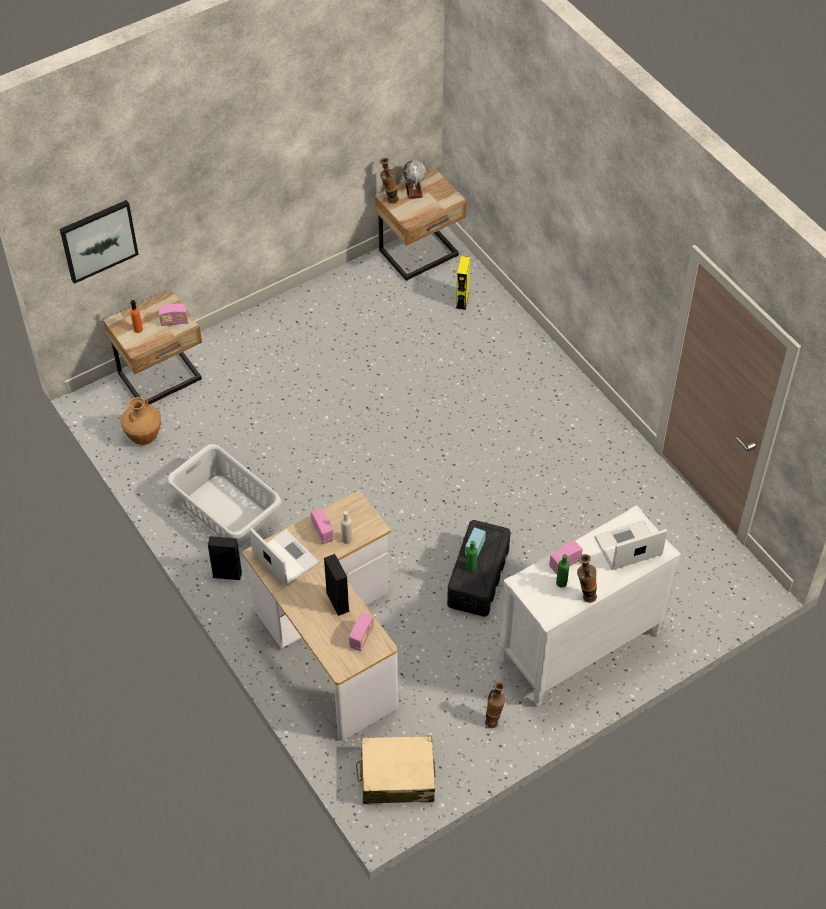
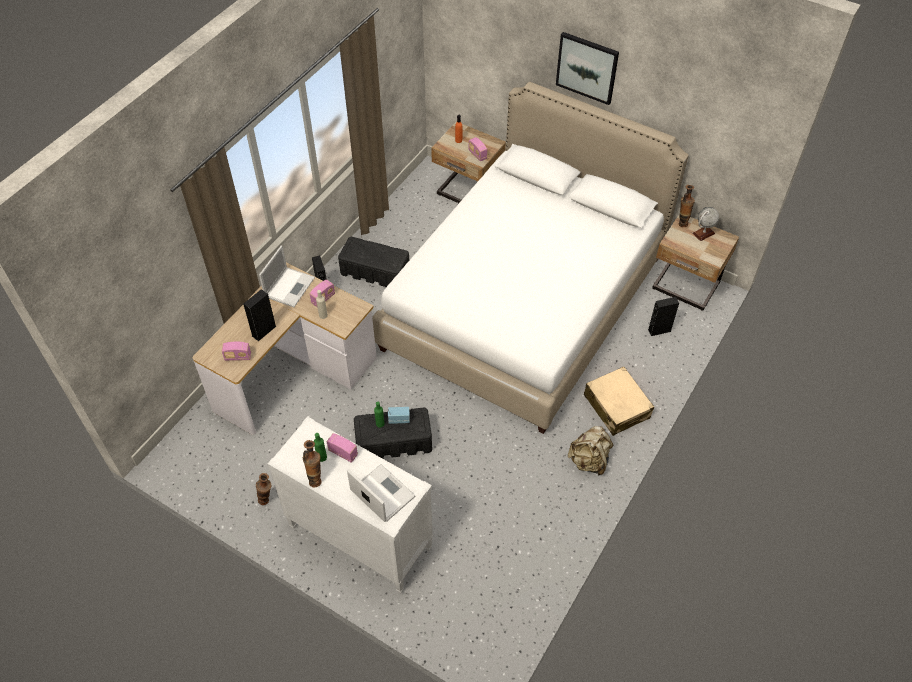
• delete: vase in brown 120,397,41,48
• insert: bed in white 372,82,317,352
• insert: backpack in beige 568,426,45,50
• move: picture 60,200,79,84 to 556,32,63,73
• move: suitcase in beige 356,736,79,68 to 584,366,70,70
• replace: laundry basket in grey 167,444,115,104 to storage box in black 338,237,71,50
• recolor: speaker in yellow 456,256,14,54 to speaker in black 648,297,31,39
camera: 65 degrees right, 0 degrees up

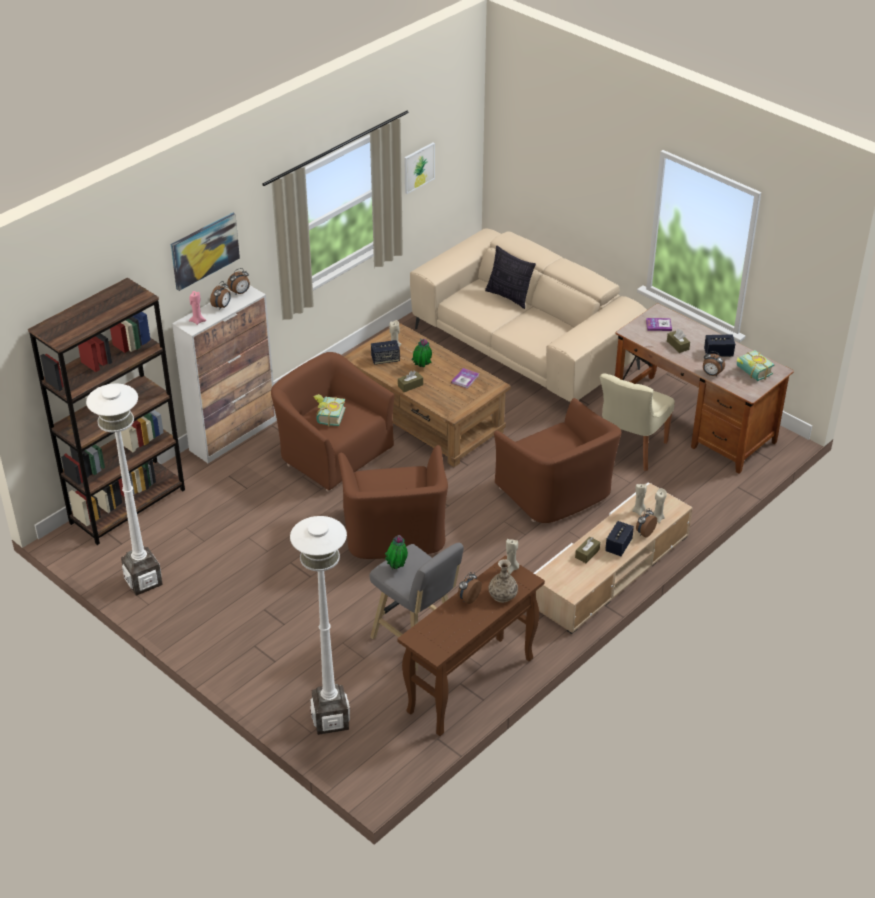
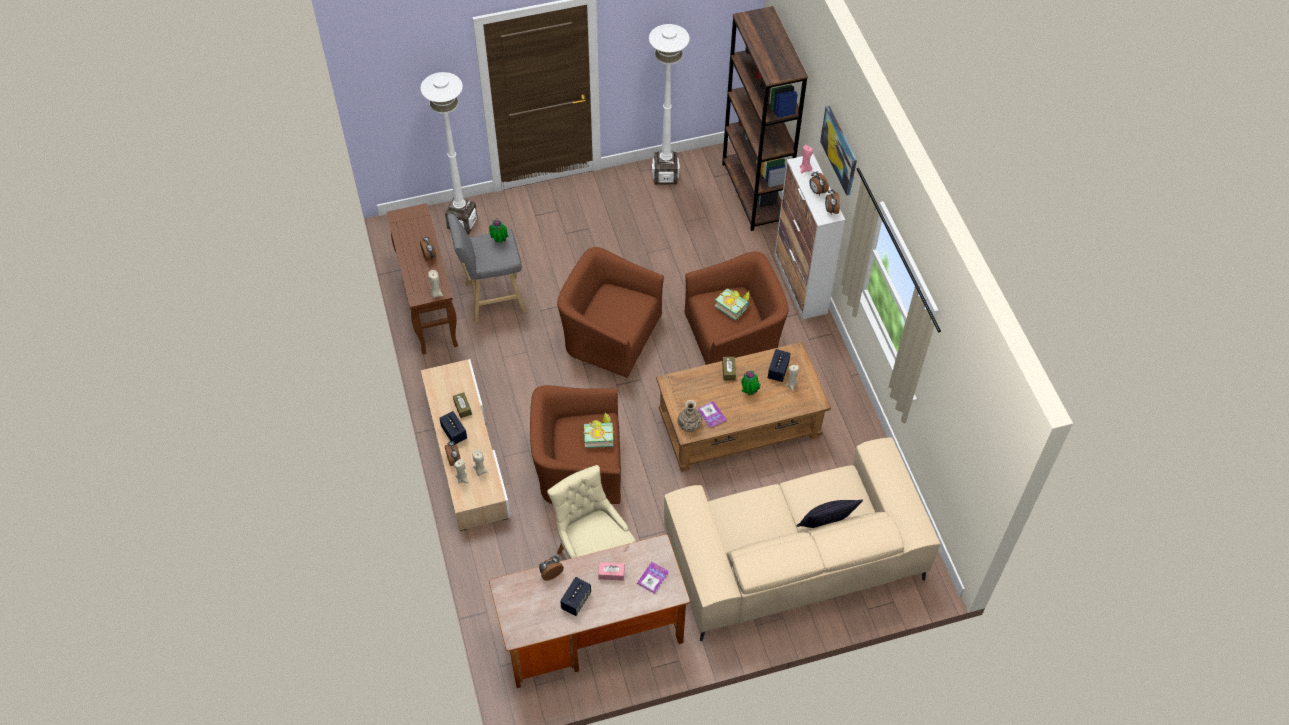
• delete: picture 404,142,31,52
• move: vase 488,559,30,44 to 677,400,25,32
• move: book 737,350,38,31 to 583,413,32,35
• recolor: tissue box in brown 667,329,23,24 to tissue box in pink 598,562,27,19
camera: 120 degrees right, 15 degrees up

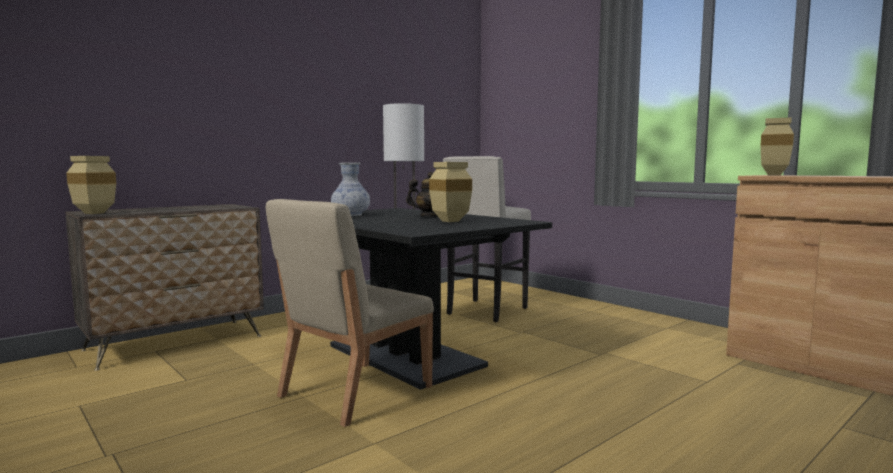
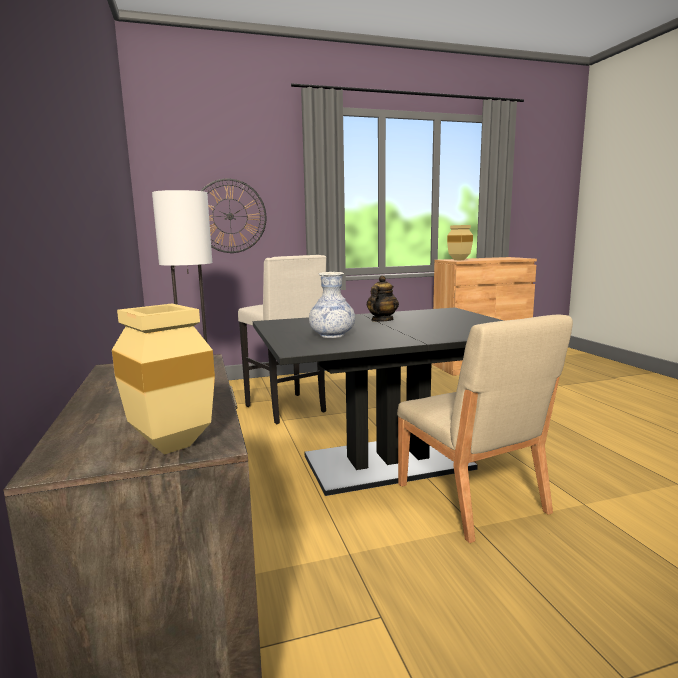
• delete: vase in beige 429,162,43,60
• insert: wall clock 201,178,65,75
camera: 65 degrees left, 5 degrees up

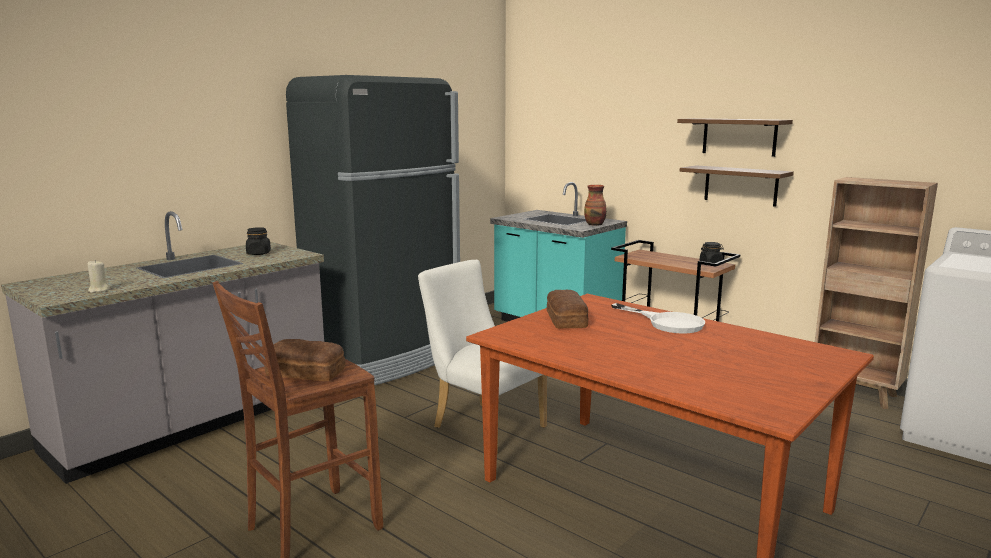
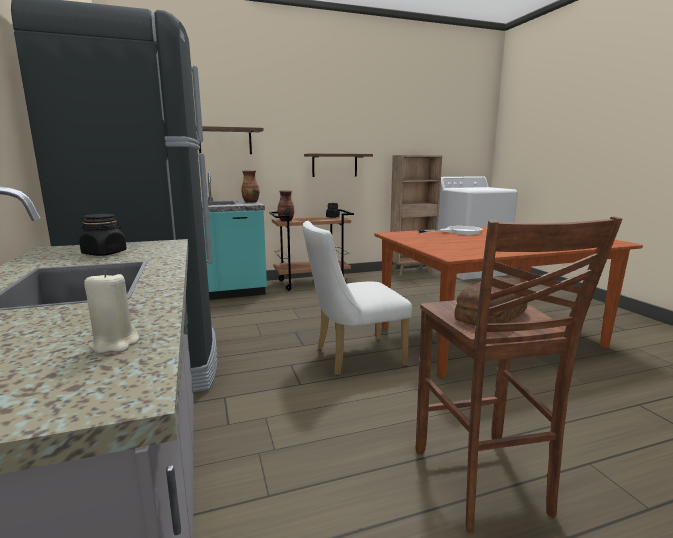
• delete: bread 547,290,41,38
• insert: vase 277,190,17,31
• move: shelf in brown 677,118,116,39 to 196,126,68,28
camera: 60 degrees left, 0 degrees up

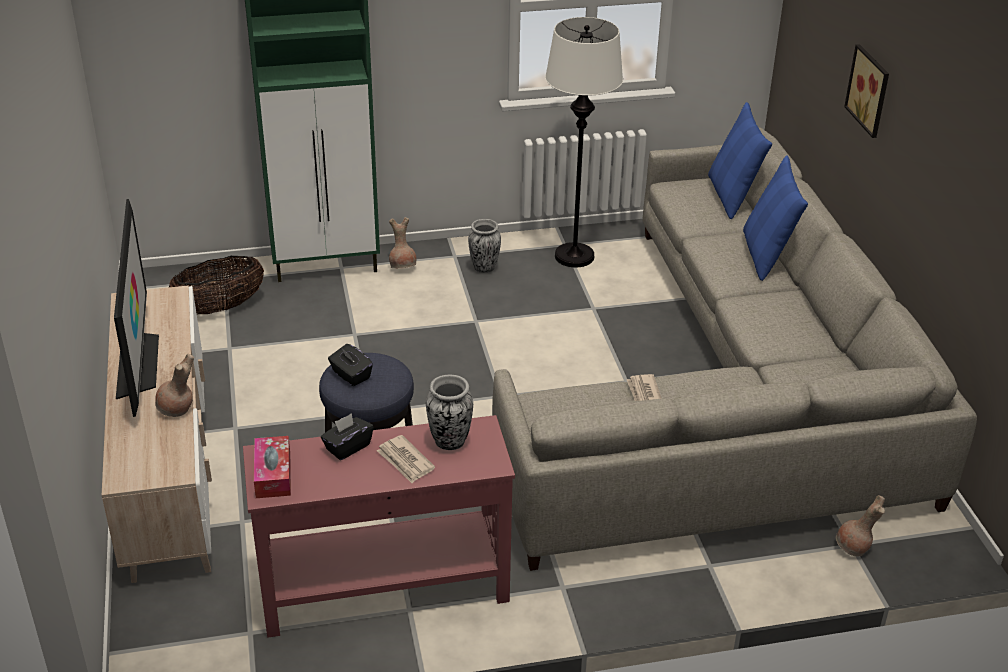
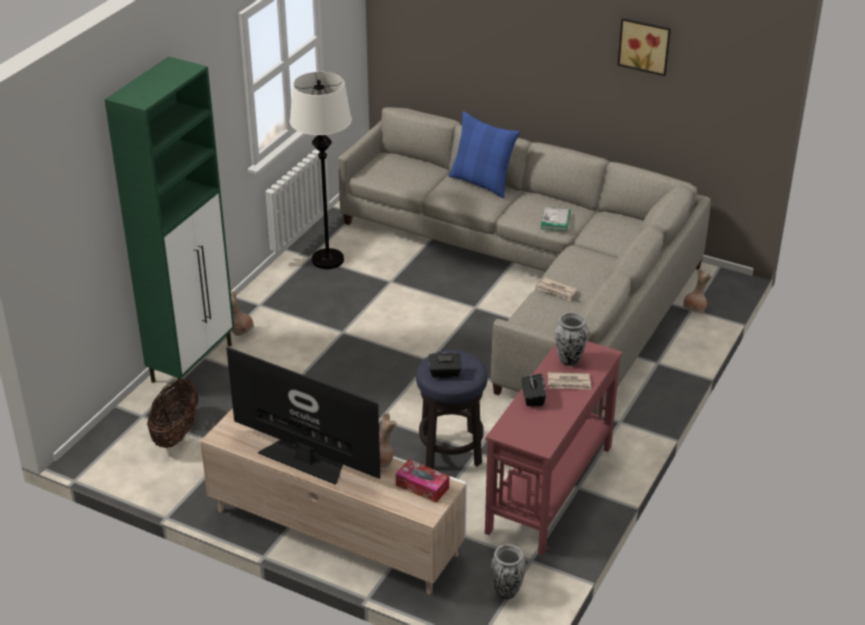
• delete: pillow in blue 708,102,64,117
• insert: book 541,207,30,25
• move: tissue box 254,436,37,62 to 396,459,53,44
• move: vase 468,219,33,54 to 491,544,35,55
• move: picture 844,44,45,94 to 617,18,54,58
camera: 50 degrees left, 0 degrees up

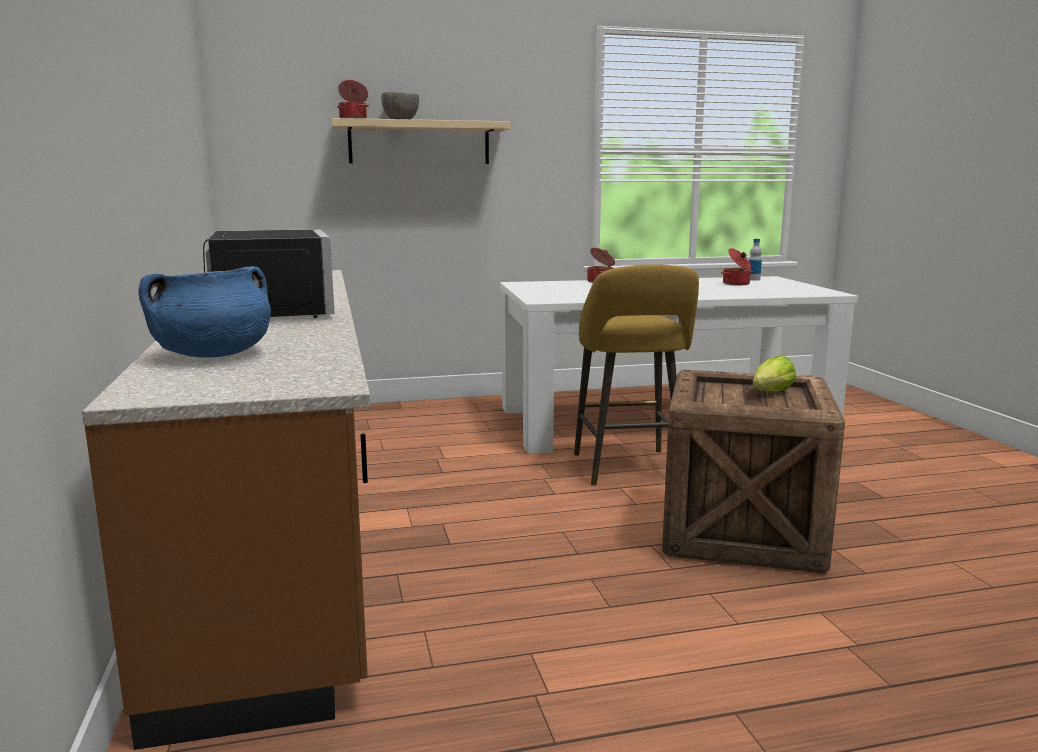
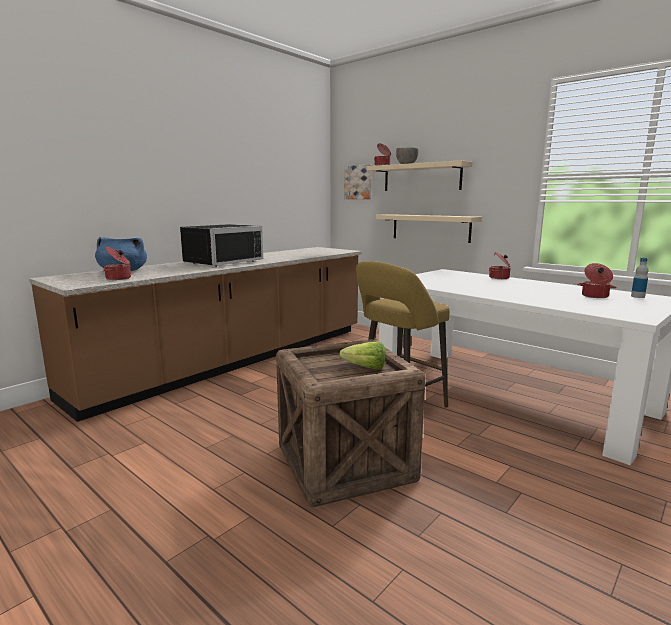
• insert: cooking pot 104,247,27,33
• insert: picture 344,165,28,34
• insert: shelf in beige 376,214,106,29
camera: 55 degrees right, 0 degrees up

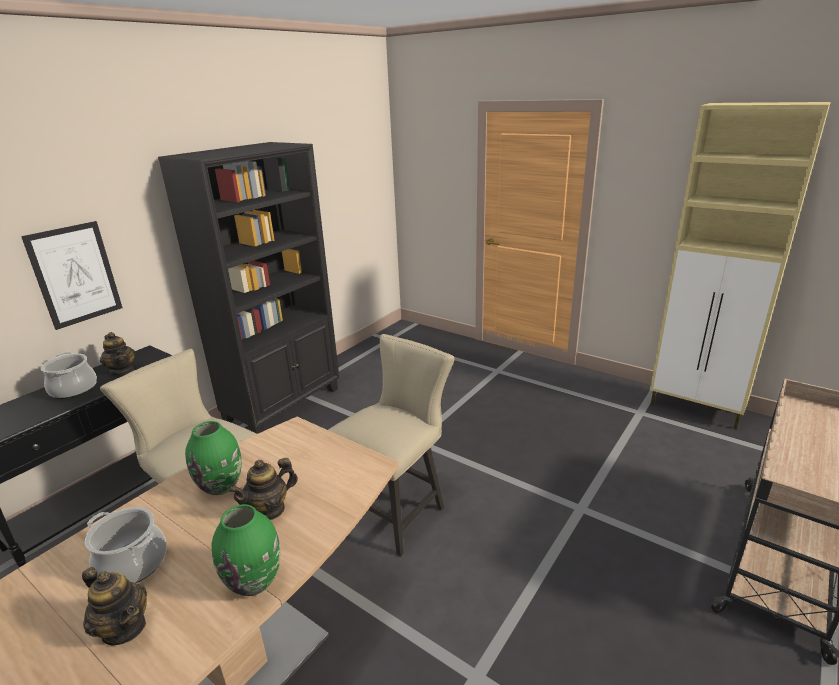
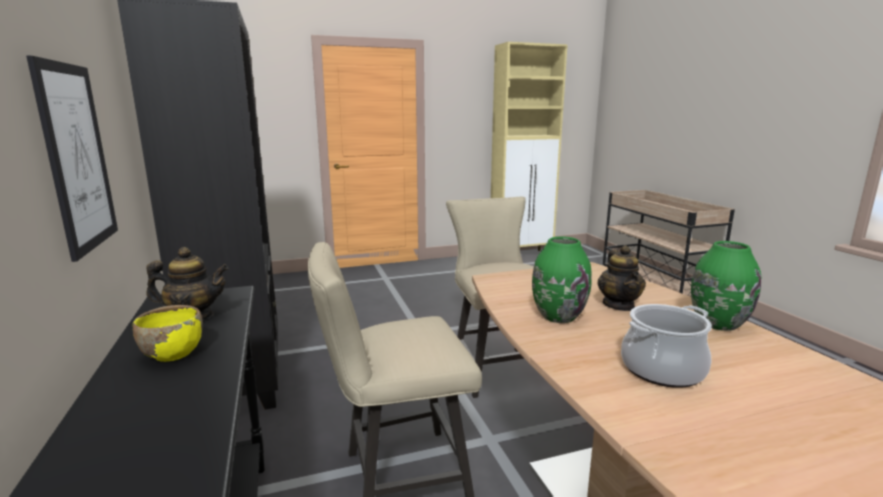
• delete: teapot 82,567,65,78
• replace: cooking pot 41,352,56,47 to bowl in yellow 133,305,70,57
camera: 55 degrees left, 10 degrees down

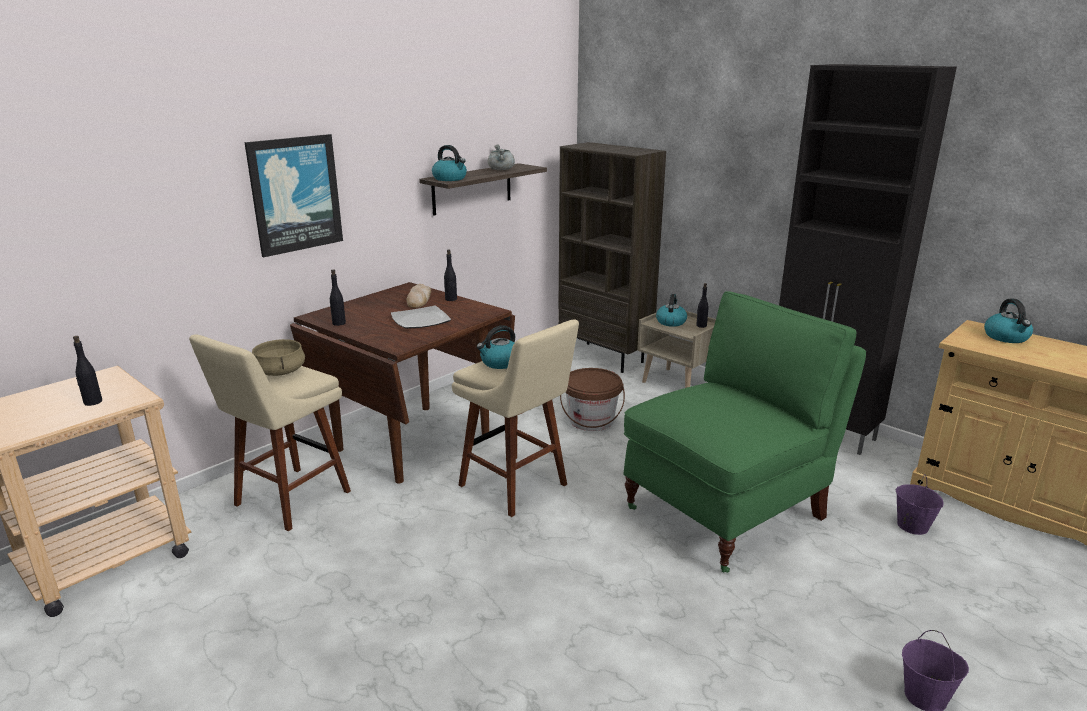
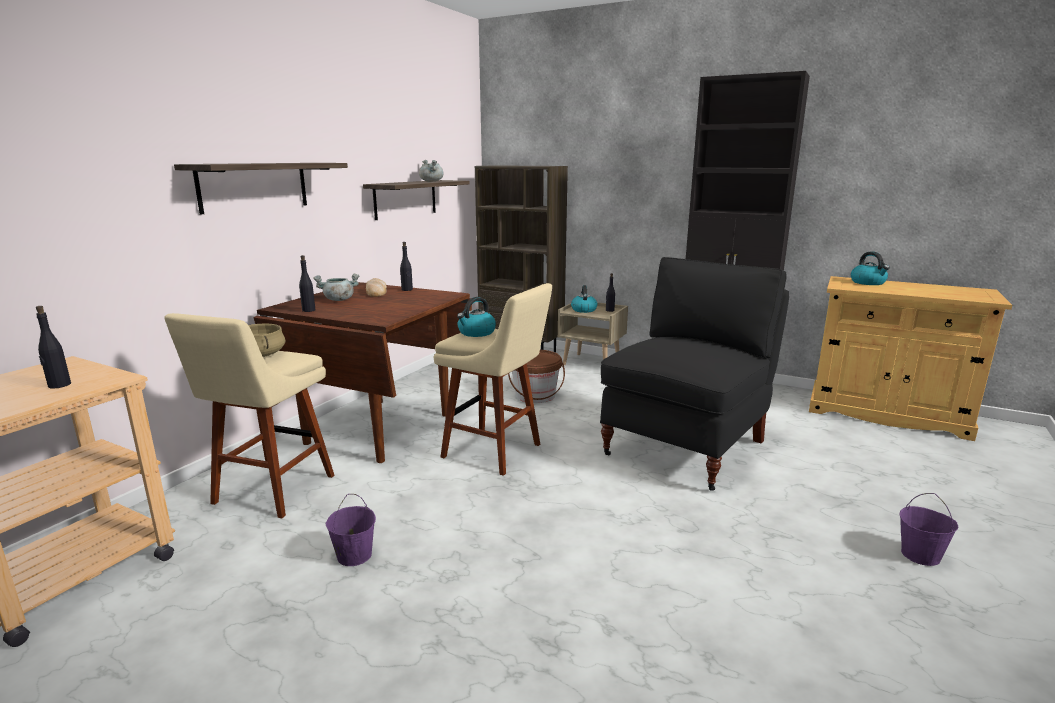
• delete: plate 391,306,60,23
• delete: kettle 432,145,35,36
• insert: cooking pot in grey 313,274,46,27
• move: bucket in purple 896,474,47,61 to 326,494,50,72
• replace: picture 244,134,99,123 to shelf 174,163,174,51
• recolor: chair in green 623,291,243,282 to chair in black 600,257,189,234
camera: 15 degrees left, 5 degrees down

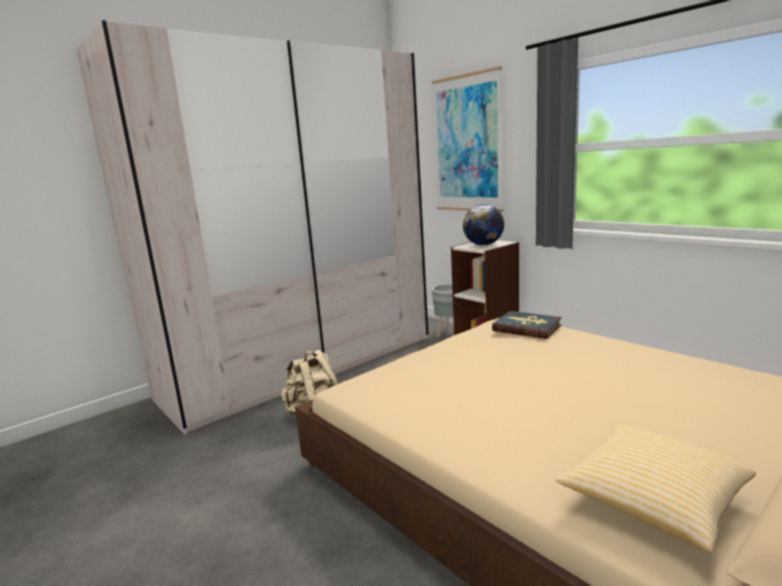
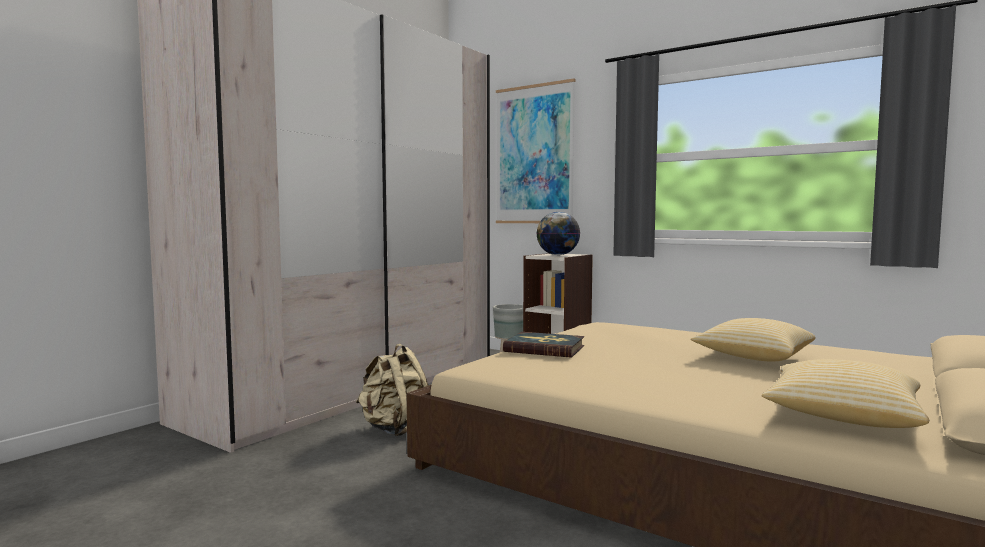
• insert: pillow 691,318,124,43
• move: book 492,311,70,28 to 503,332,81,26
camera: 15 degrees left, 10 degrees down

